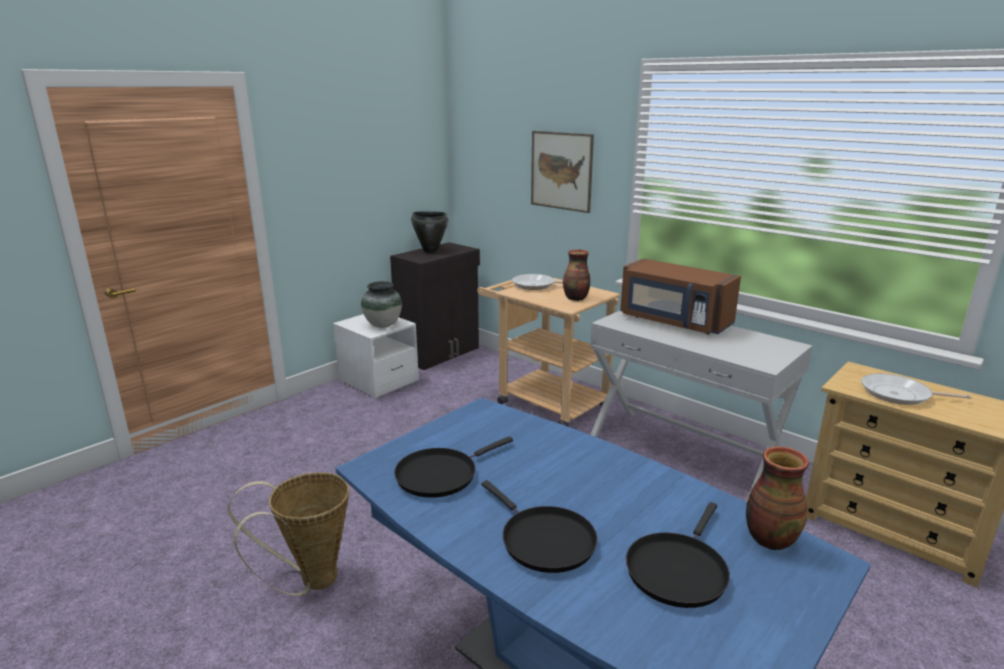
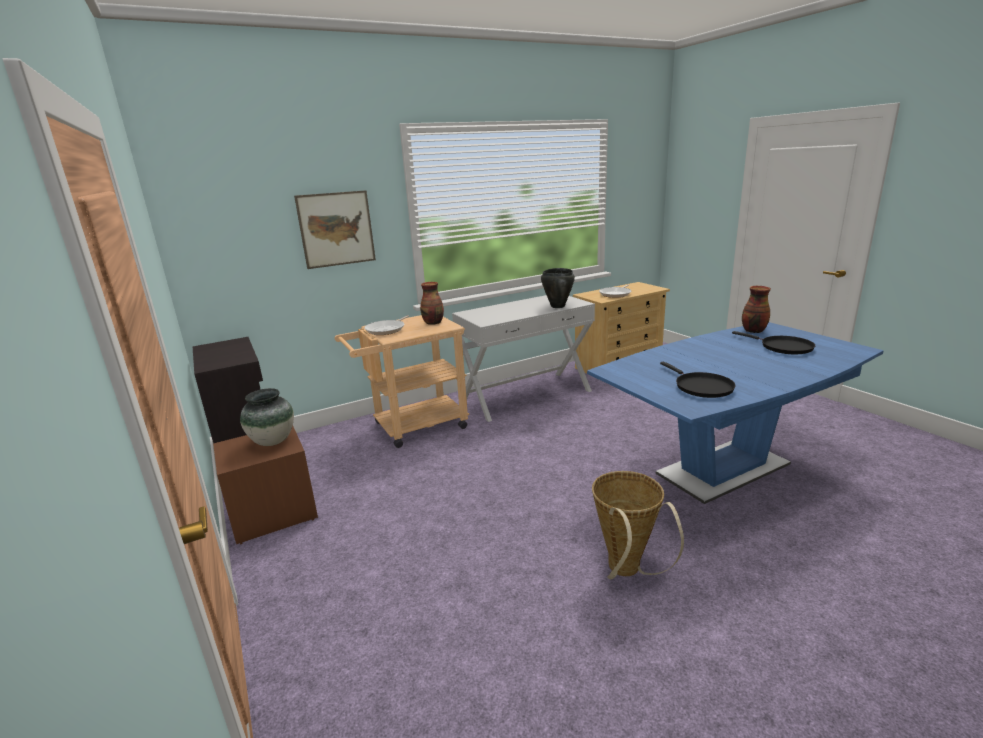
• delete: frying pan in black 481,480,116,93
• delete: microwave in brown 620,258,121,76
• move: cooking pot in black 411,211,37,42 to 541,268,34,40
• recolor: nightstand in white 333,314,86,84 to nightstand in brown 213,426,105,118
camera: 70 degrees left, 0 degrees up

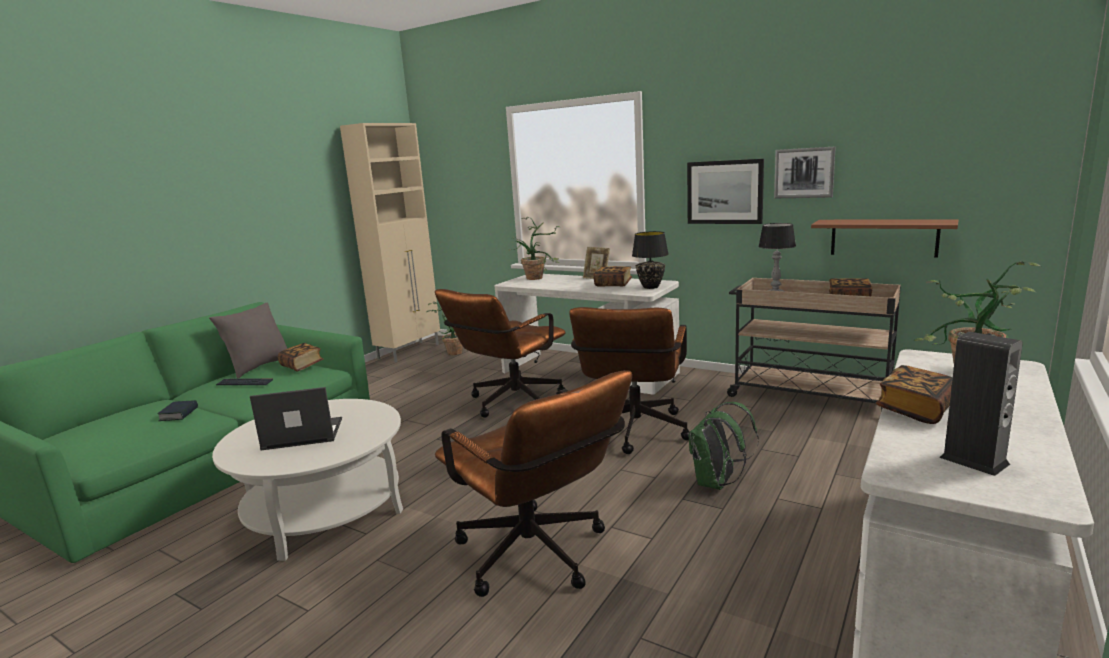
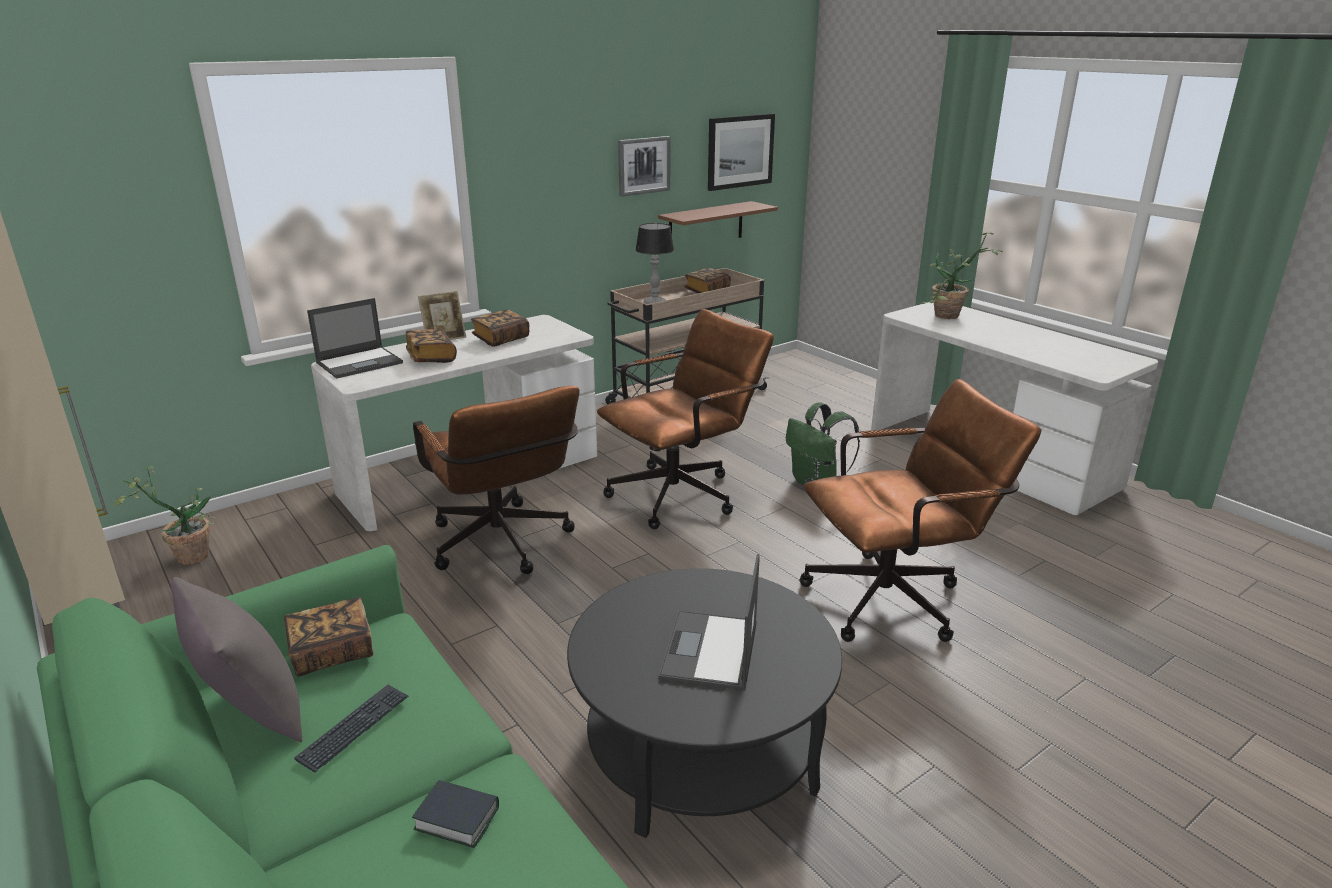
• delete: table lamp in black 632,231,37,58
• delete: speaker 939,332,84,144
• move: picture 687,159,77,65 to 708,114,67,77
• move: book 876,365,77,59 to 406,329,51,34
• replace: potted plant 509,217,51,63 to laptop 307,298,96,81
• recolor: coffee table in white 212,399,191,162 to coffee table in black 567,568,275,270
• rotate: office chair in brown 569,307,121,147 = 597,309,177,220 75 degrees counterclockwise
camera: 70 degrees left, 10 degrees up

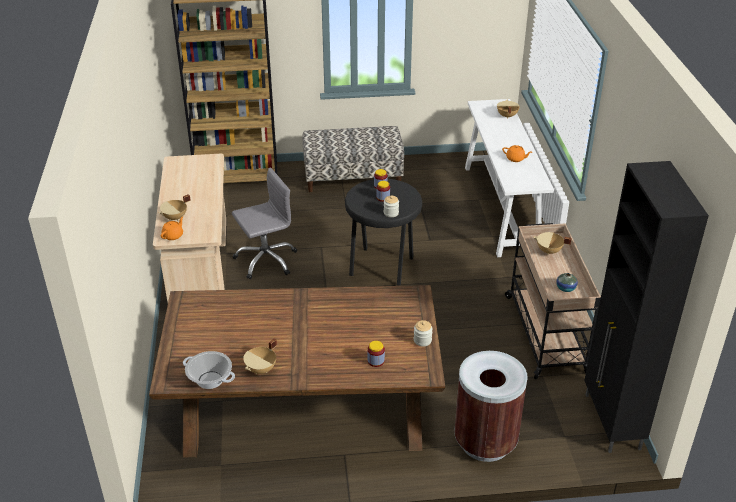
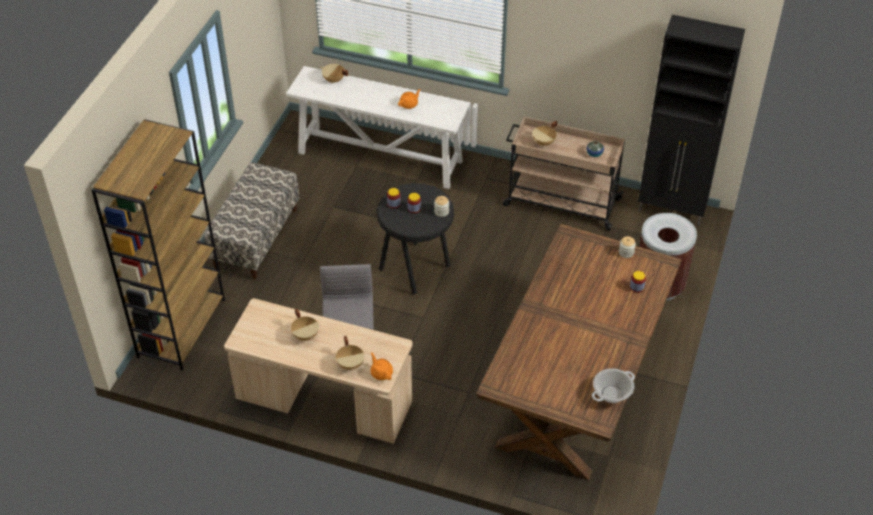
• move: cooking pot in beige 243,338,34,36 to 291,309,28,32
camera: 65 degrees left, 10 degrees up

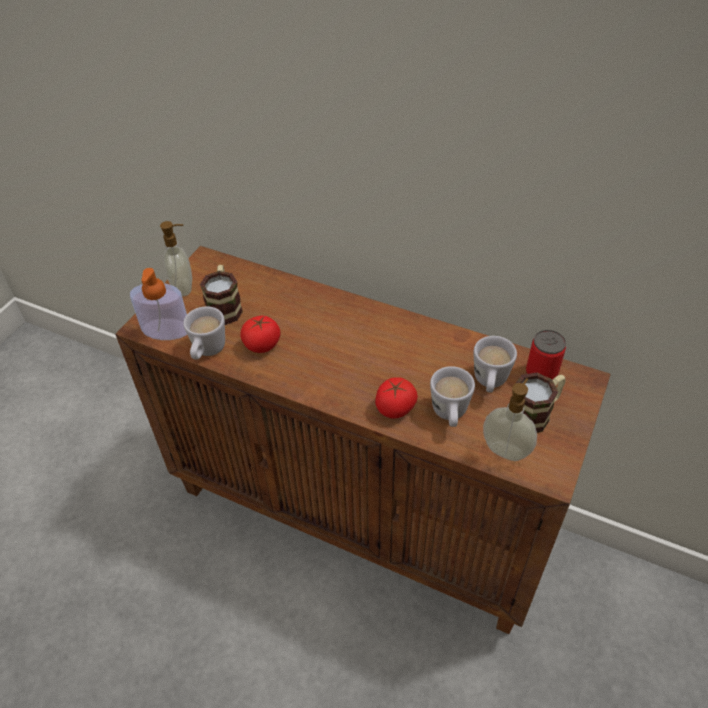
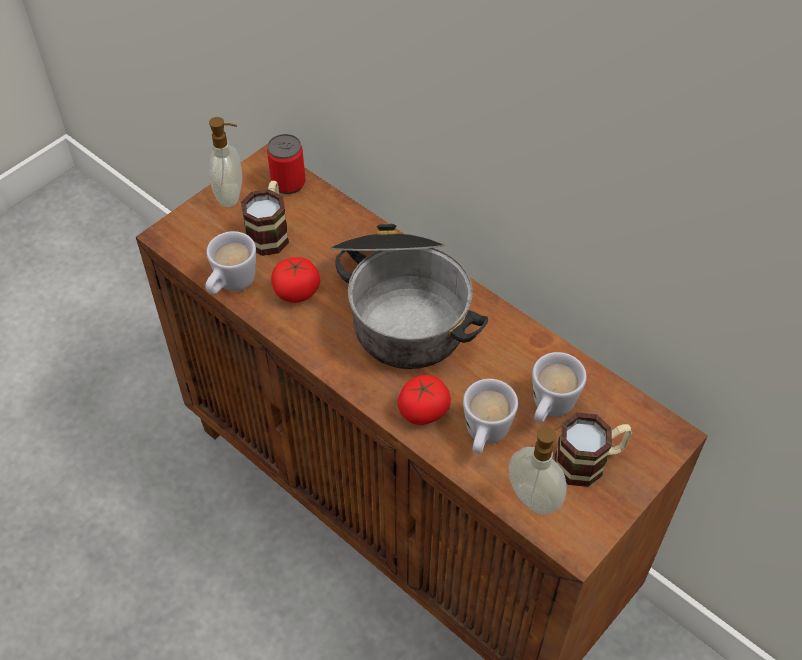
• delete: soap dispenser 130,268,57,72
• insert: cooking pot 330,223,158,146
• move: can 526,330,40,50 to 267,134,39,60
camera: 15 degrees right, 5 degrees up

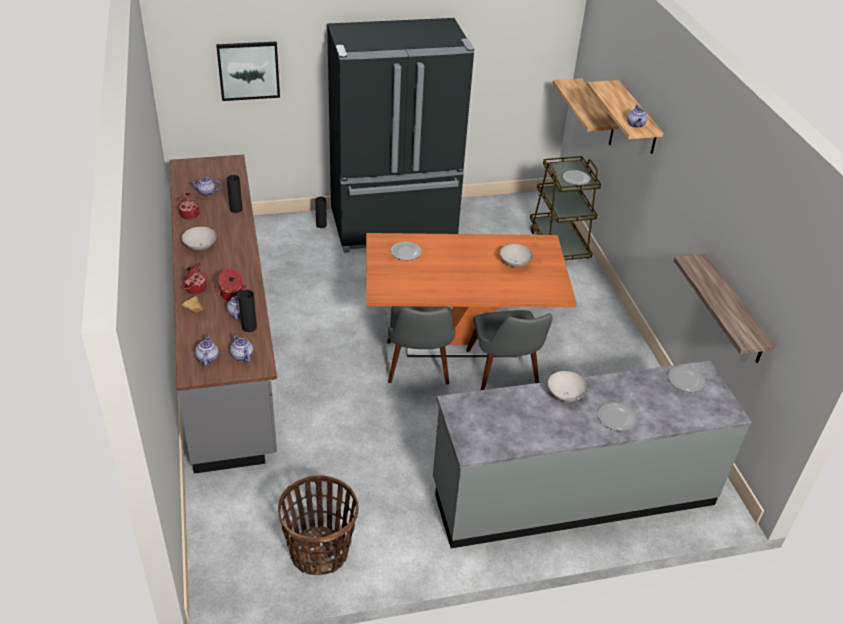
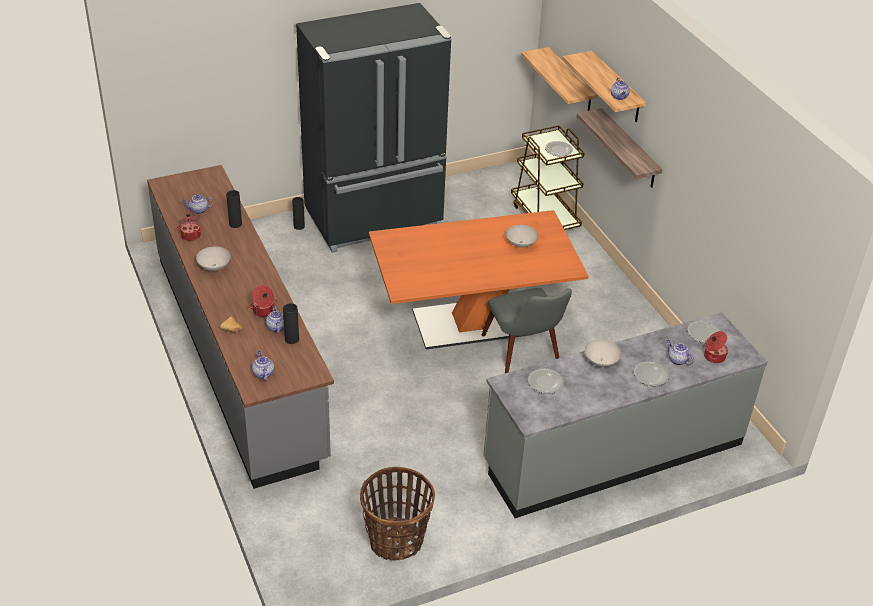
• delete: picture 216,42,64,59
• delete: chair in grey 387,306,69,79
• move: cooking pot 182,263,25,31 to 704,331,24,32
• move: teapot 230,333,23,29 to 666,340,28,25
• move: plate 391,242,31,19 to 528,369,36,25
• move: shelf 674,254,101,109 to 577,108,85,80
camera: 10 degrees left, 0 degrees up

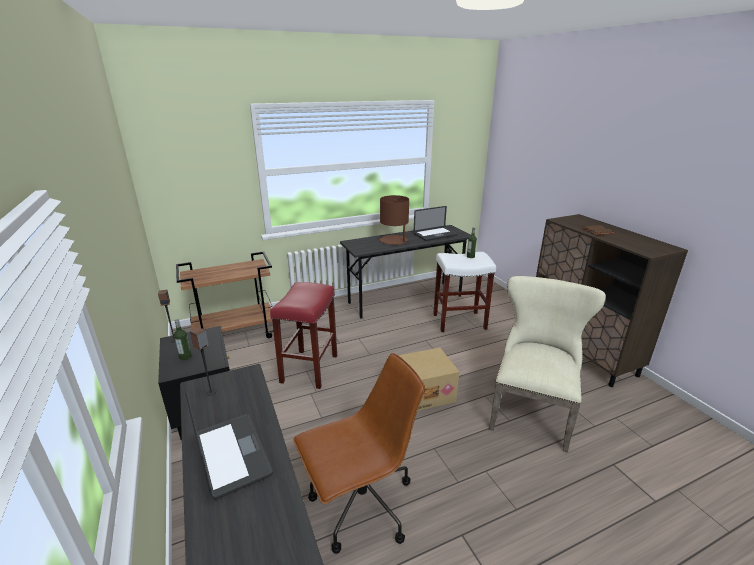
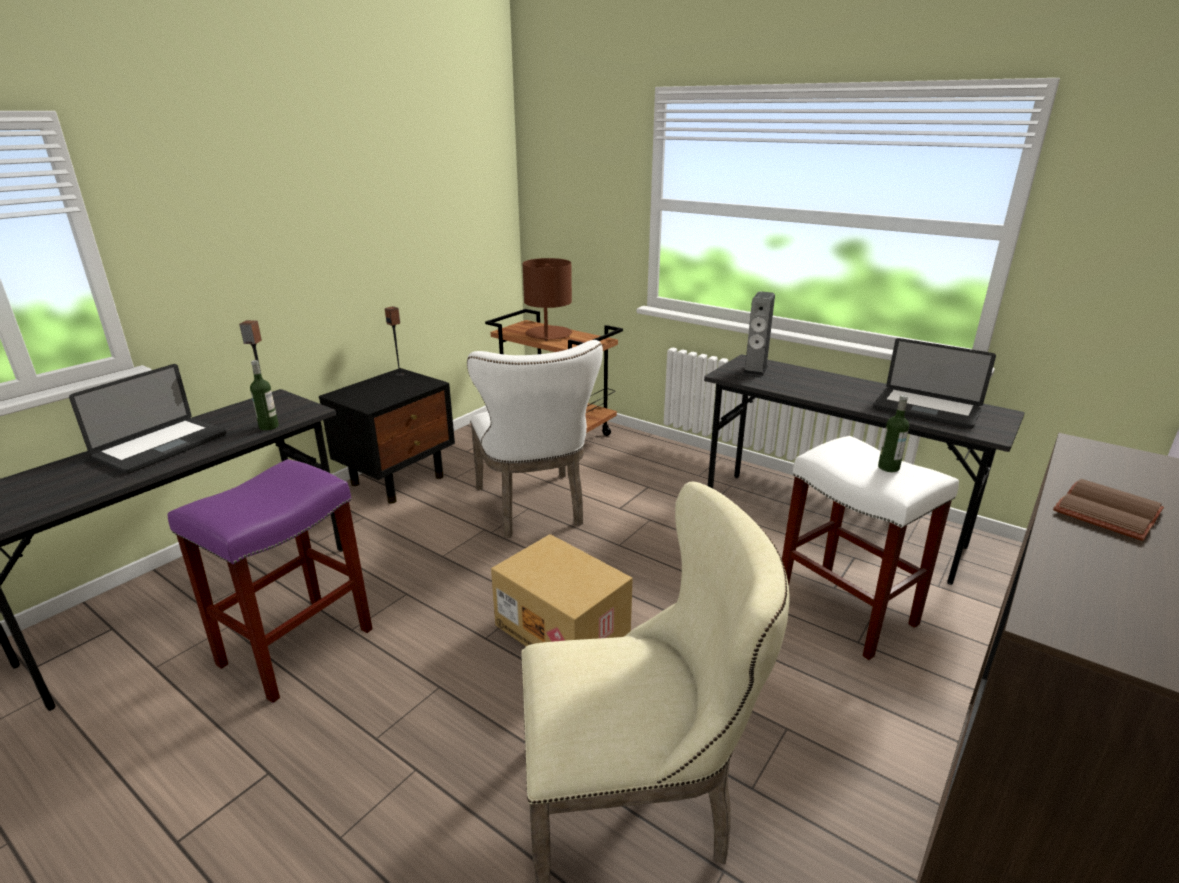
• insert: speaker 743,291,32,85
• move: bottle 174,319,18,41 to 250,360,29,71
• move: table lamp in brown 380,195,29,50 to 523,258,49,83
• replace: stool in red 270,282,67,107 to chair in white 467,340,136,198
• replace: office chair in brown 293,353,132,201 to stool in purple 168,459,205,244
camera: 60 degrees right, 0 degrees up

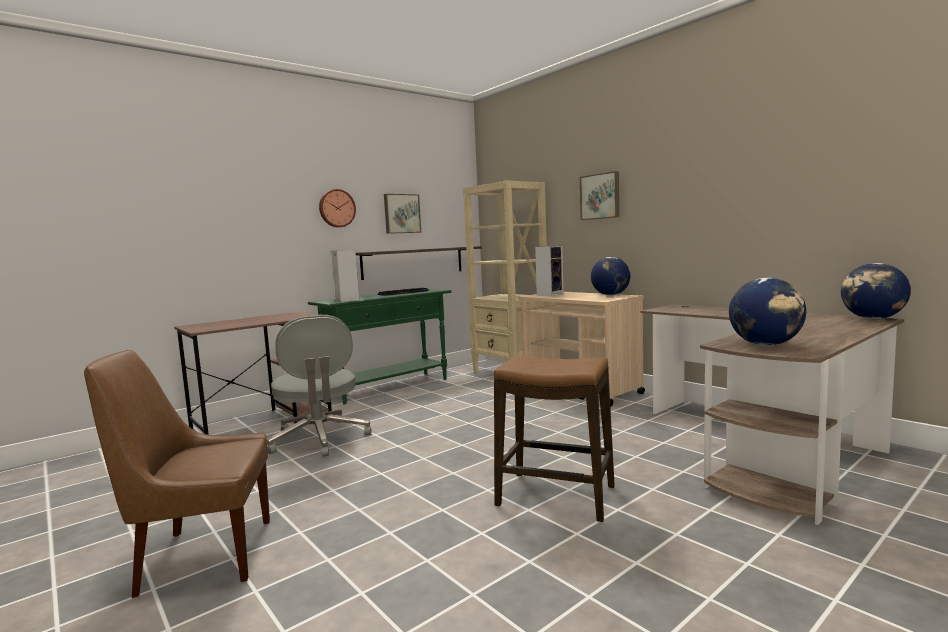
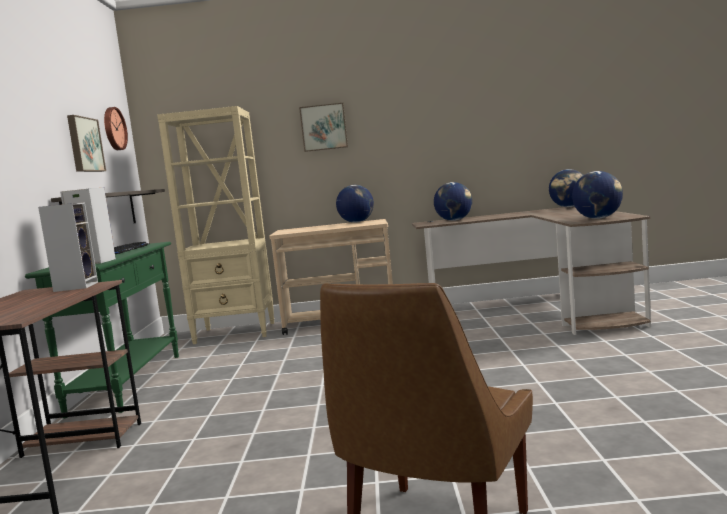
• delete: office chair in grey 267,315,104,142
• delete: stool 494,355,121,167
• insert: globe 434,182,38,39
• move: wall clock 319,189,37,38 to 104,107,24,43
• move: speaker 535,246,29,50 to 38,202,60,90
camera: 50 degrees left, 0 degrees up

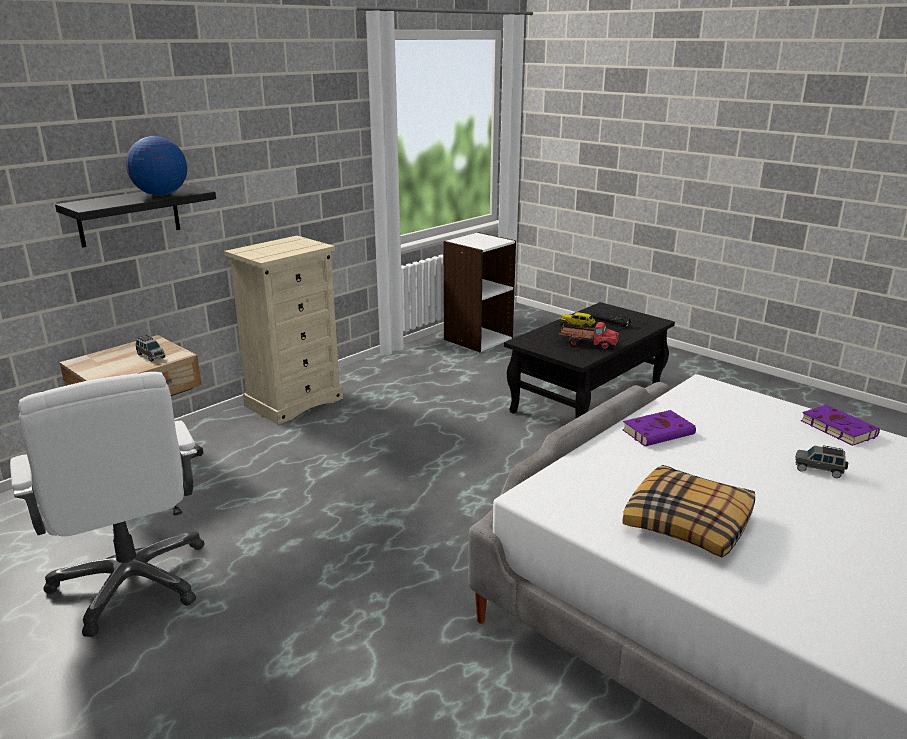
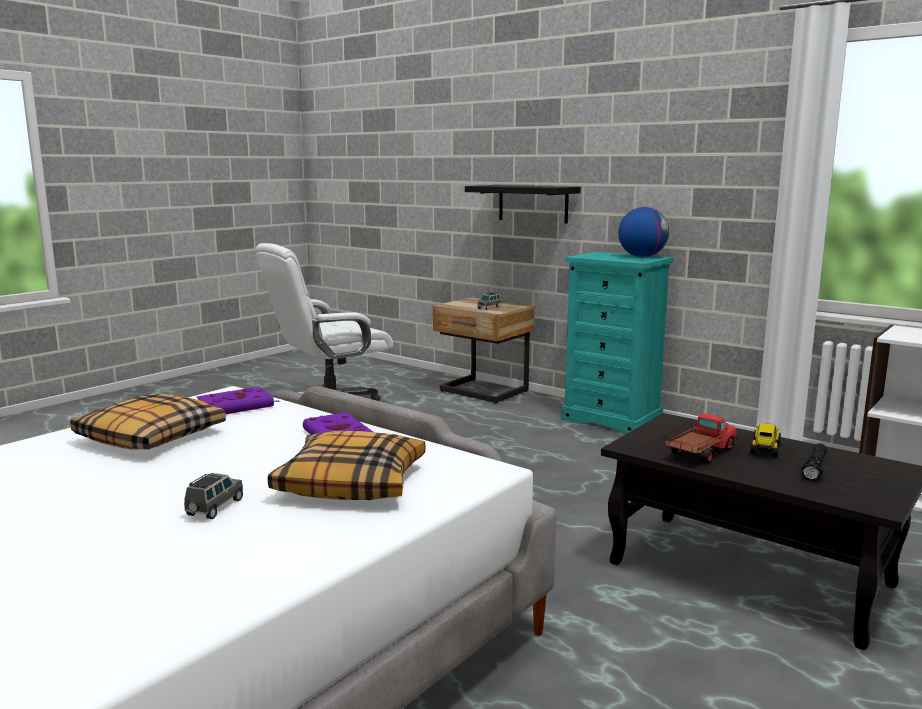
• insert: pillow 268,431,158,69
• move: globe 126,136,61,60 to 618,207,51,50
• move: book in purple 801,405,79,41 to 196,387,84,27
• recolor: dresser in beige 224,236,119,189 to dresser in turquoise 561,252,113,182
• rotate: toy truck 559,322,60,28 = 665,413,74,50 150 degrees counterclockwise
camera: 85 degrees right, 10 degrees down

